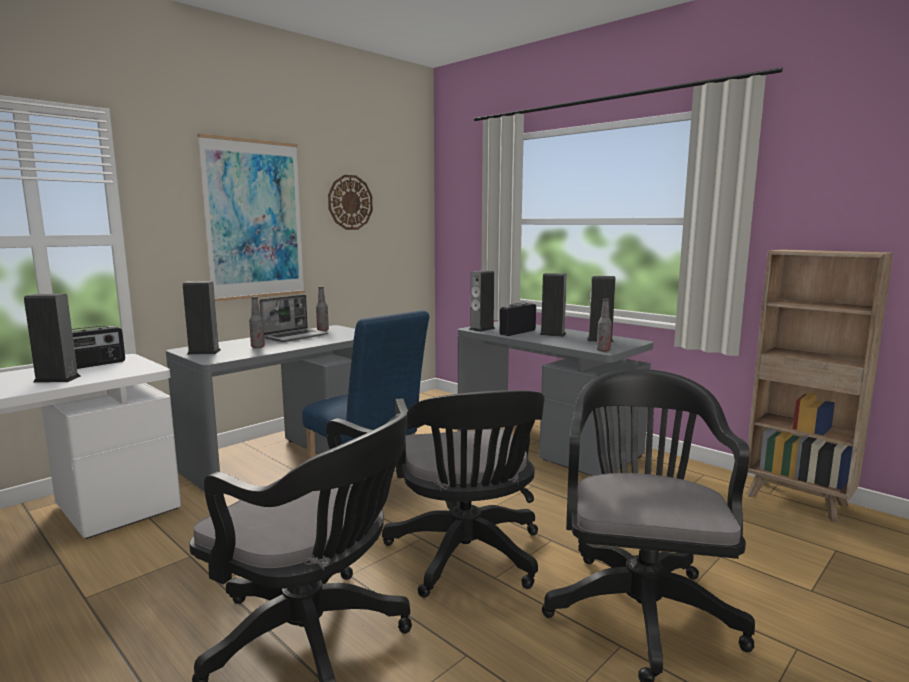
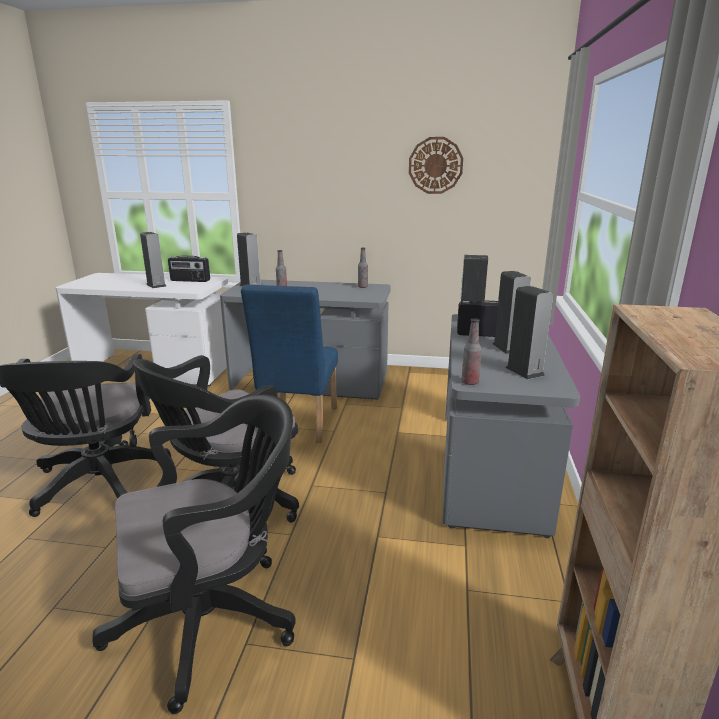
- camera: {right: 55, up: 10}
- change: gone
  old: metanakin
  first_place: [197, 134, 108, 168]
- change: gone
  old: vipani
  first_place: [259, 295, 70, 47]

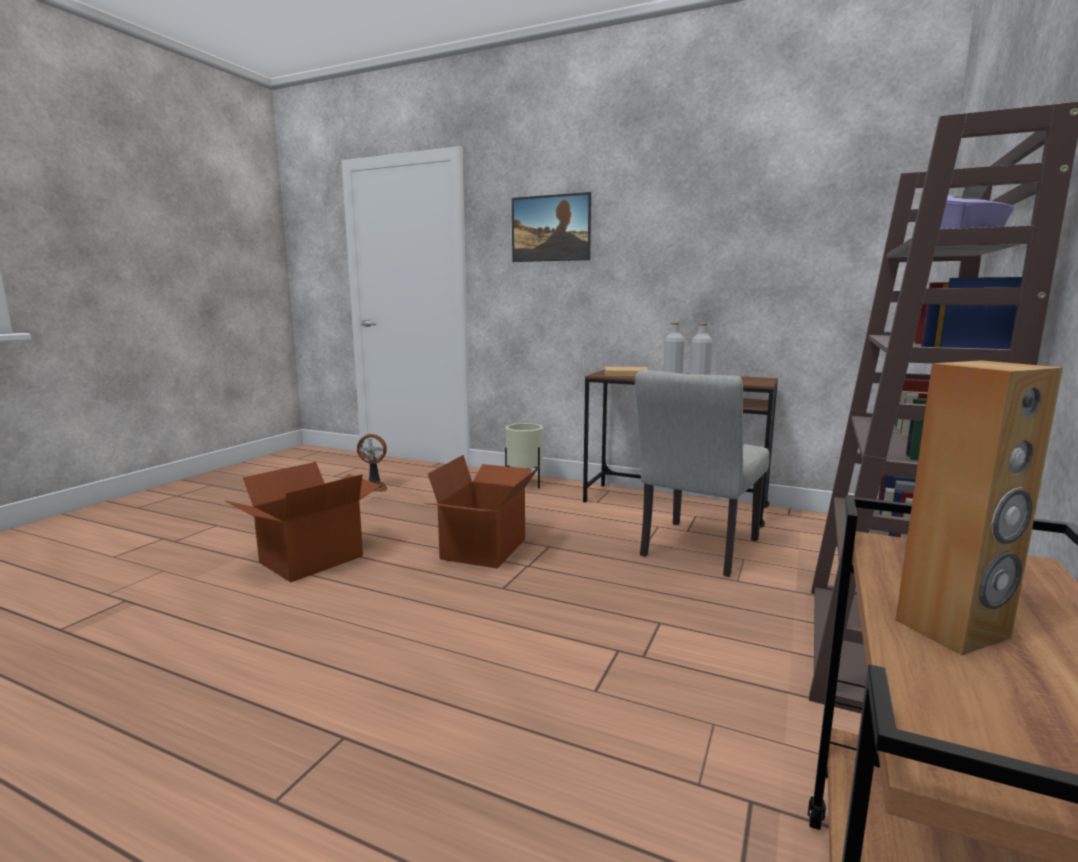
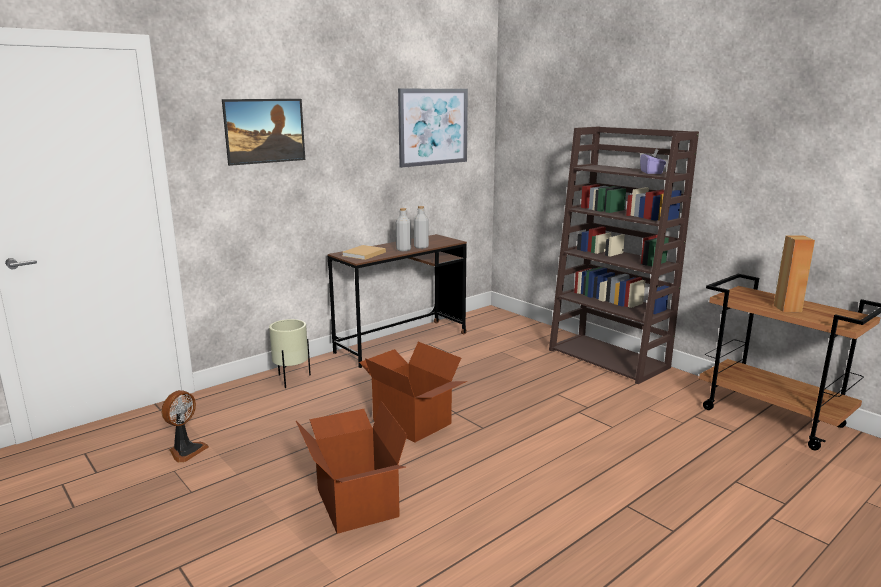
- camera: {right: -65, up: 5}
- change: gone
  old: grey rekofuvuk
  first_place: [635, 370, 134, 207]
- change: new
  new: metanakin
  second_place: [398, 89, 70, 79]

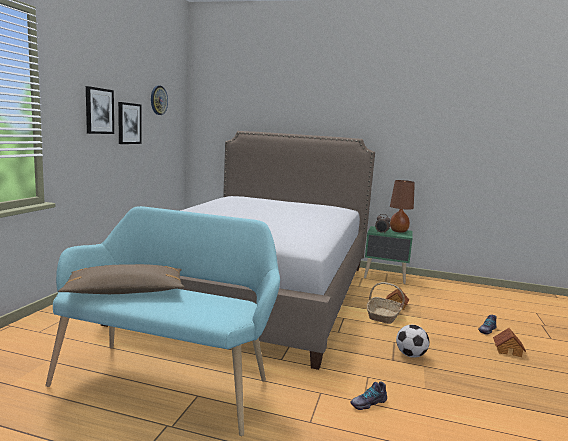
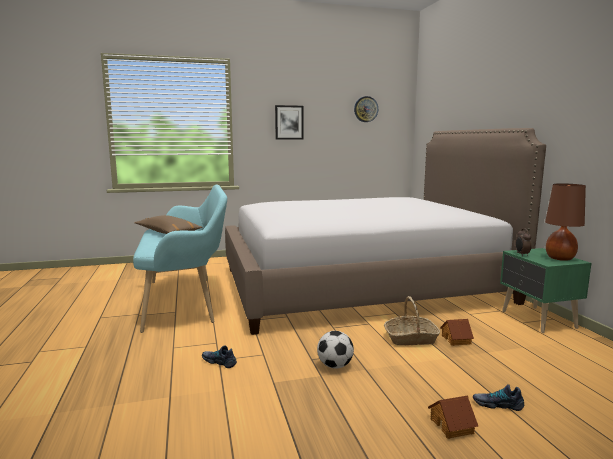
- camera: {right: 60, up: 0}
- change: gone
  old: metanakin
  first_place: [118, 102, 24, 42]

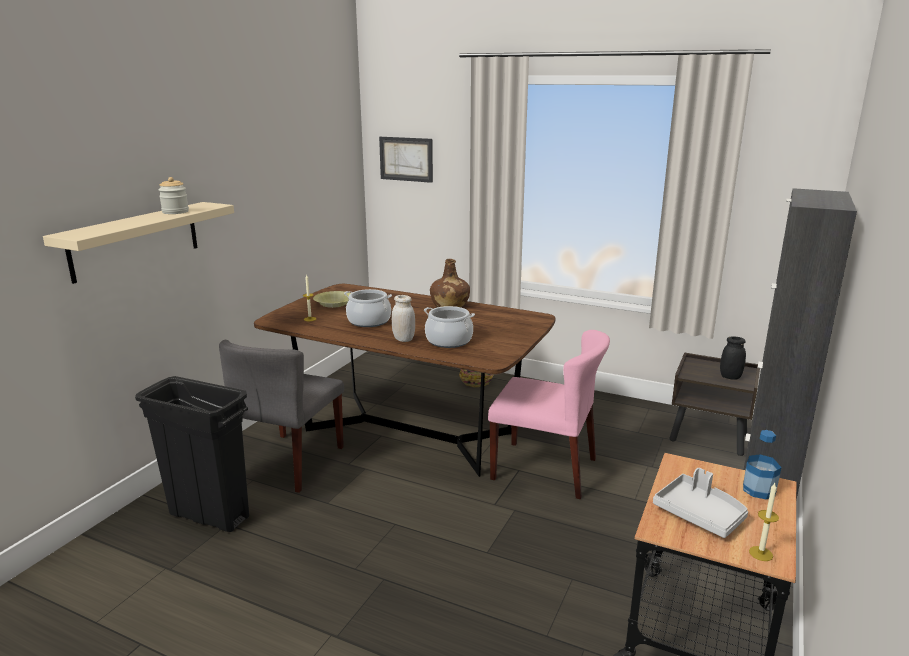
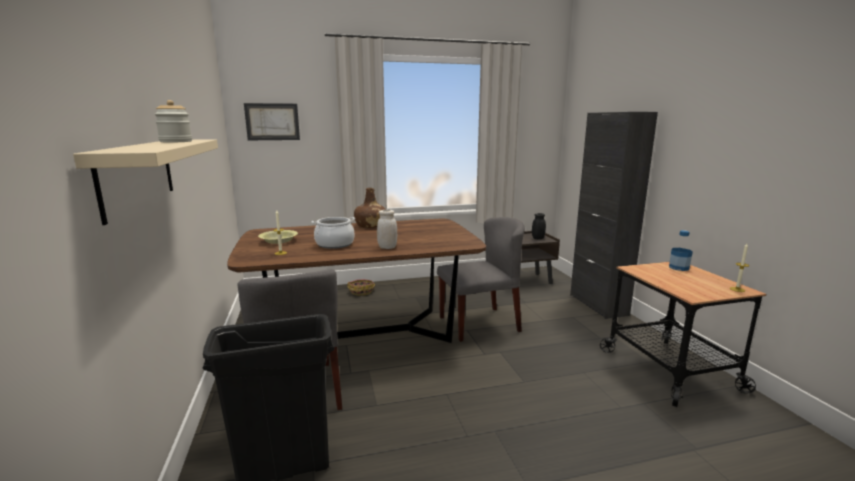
- camera: {right: -40, up: -5}
- change: gone
  old: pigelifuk
  first_place: [424, 306, 51, 42]
- change: repainted
  old: pink rekofuvuk
  new: grey rekofuvuk
  first_place: [488, 330, 122, 169]
  second_place: [437, 217, 88, 125]
- change: gone
  old: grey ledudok
  first_place: [653, 468, 95, 70]

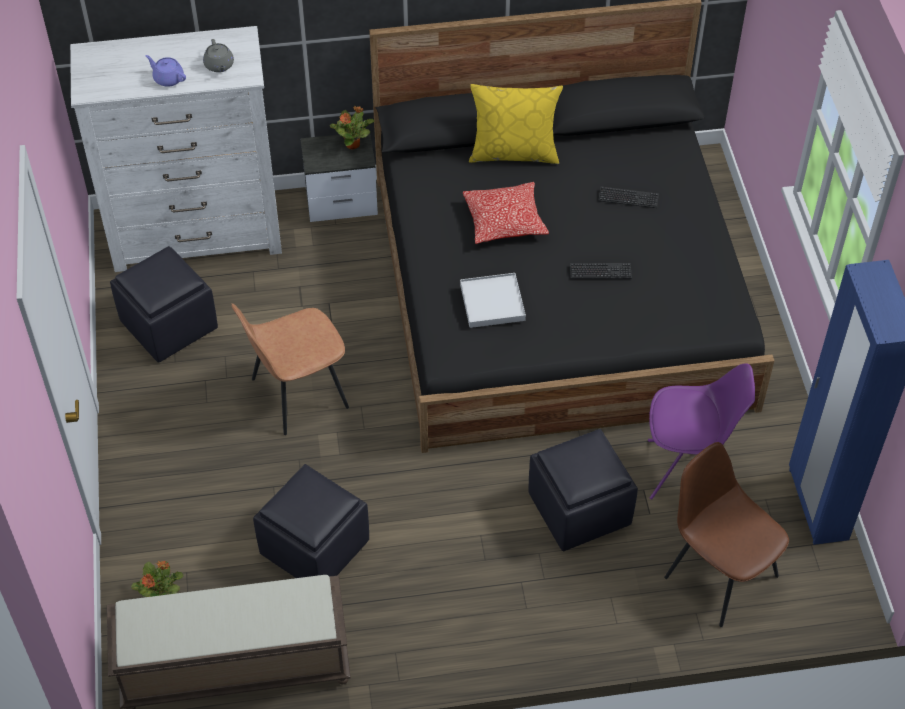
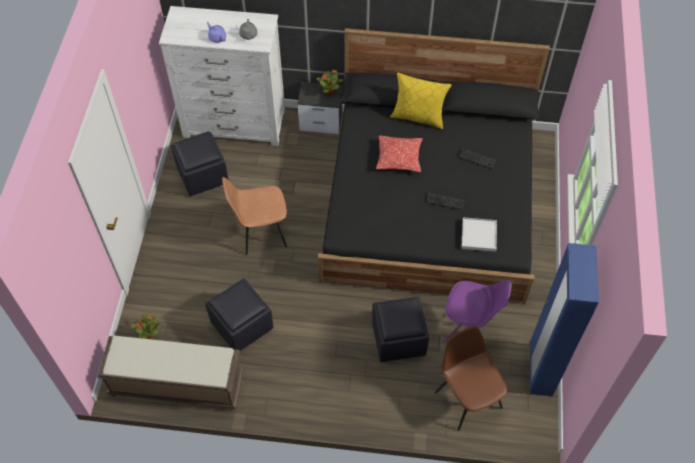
- camera: {right: 15, up: 5}
- change: shifted
  old: white ledudok
  first_place: [460, 273, 66, 55]
  second_place: [461, 217, 36, 35]

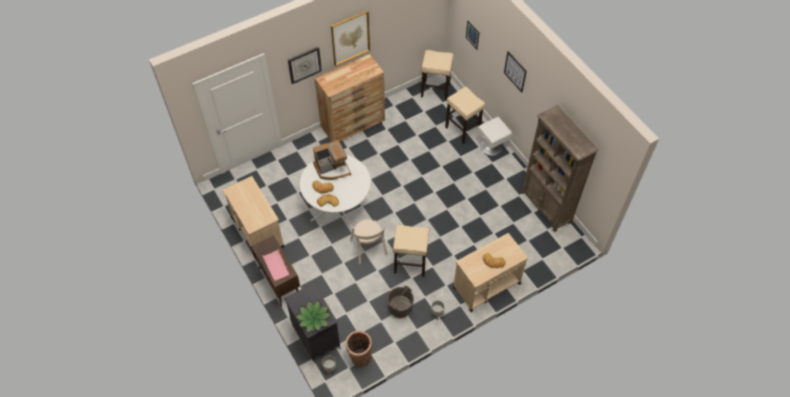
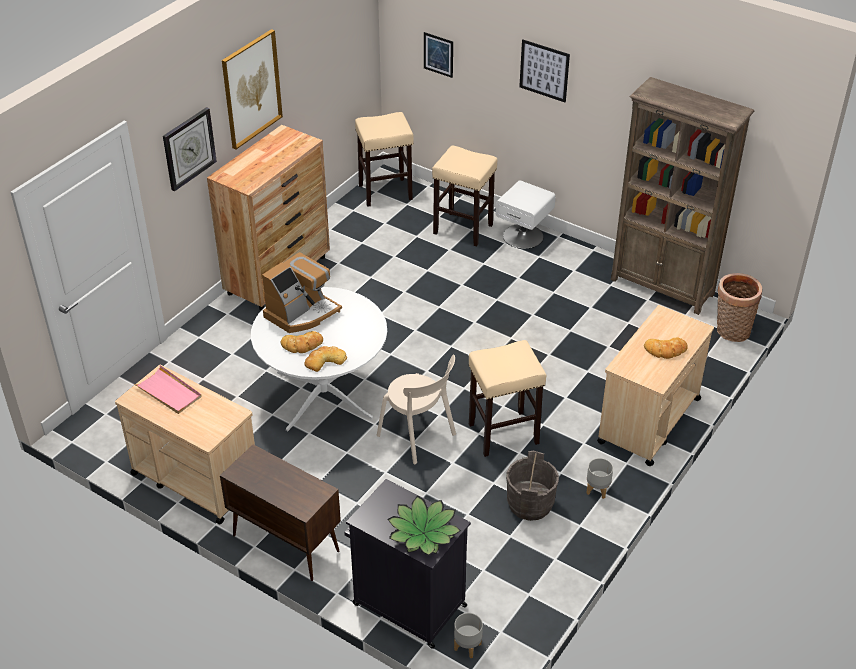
- camera: {right: -25, up: -15}
- change: shifted
  old: pink ledudok
  first_place: [262, 248, 28, 33]
  second_place: [134, 365, 68, 49]
- change: shifted
  old: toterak
  first_place: [345, 331, 27, 36]
  second_place: [717, 273, 45, 69]

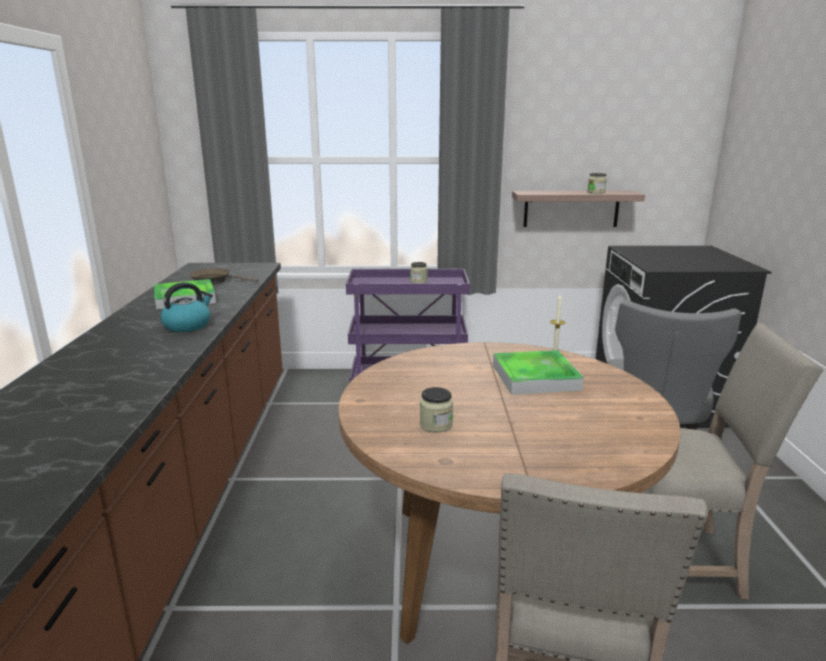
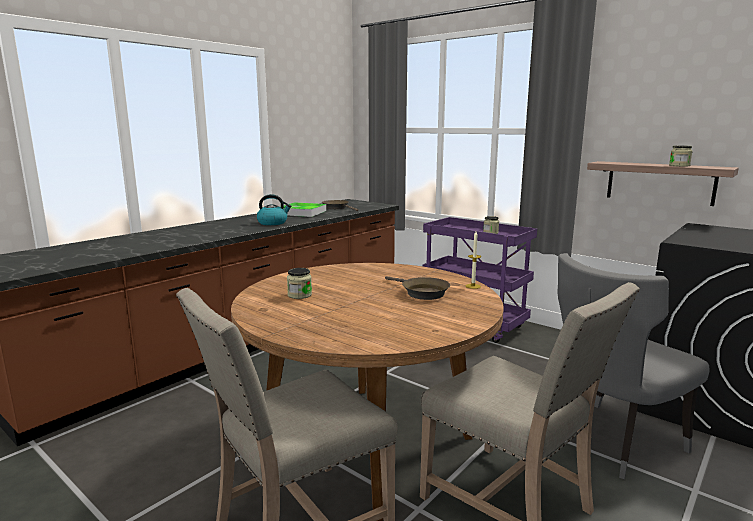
- camera: {right: 40, up: -5}
- change: swapped
  old: ledudok
  new: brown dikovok
  first_place: [493, 350, 91, 45]
  second_place: [385, 276, 65, 24]

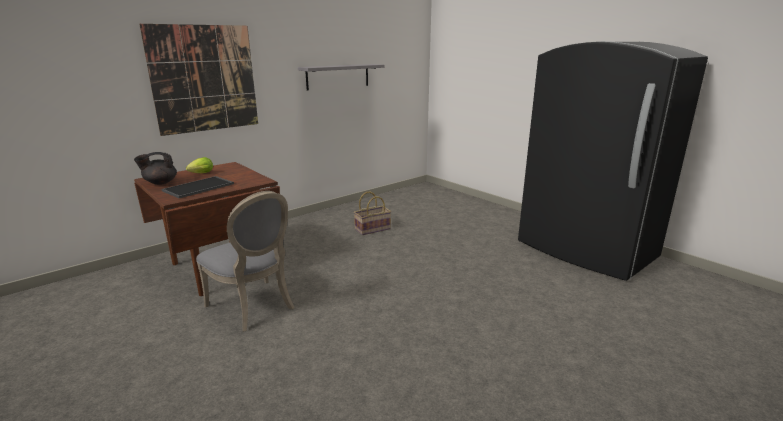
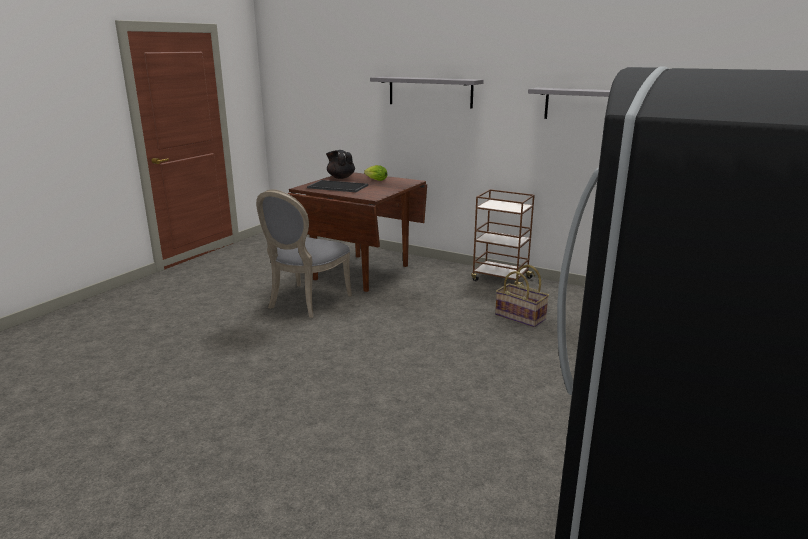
- camera: {right: 70, up: 0}
- change: swapped
  old: metanakin
  new: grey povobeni
  first_place: [139, 24, 119, 112]
  second_place: [370, 77, 114, 32]
- change: new
  new: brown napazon
  second_place: [471, 189, 64, 97]

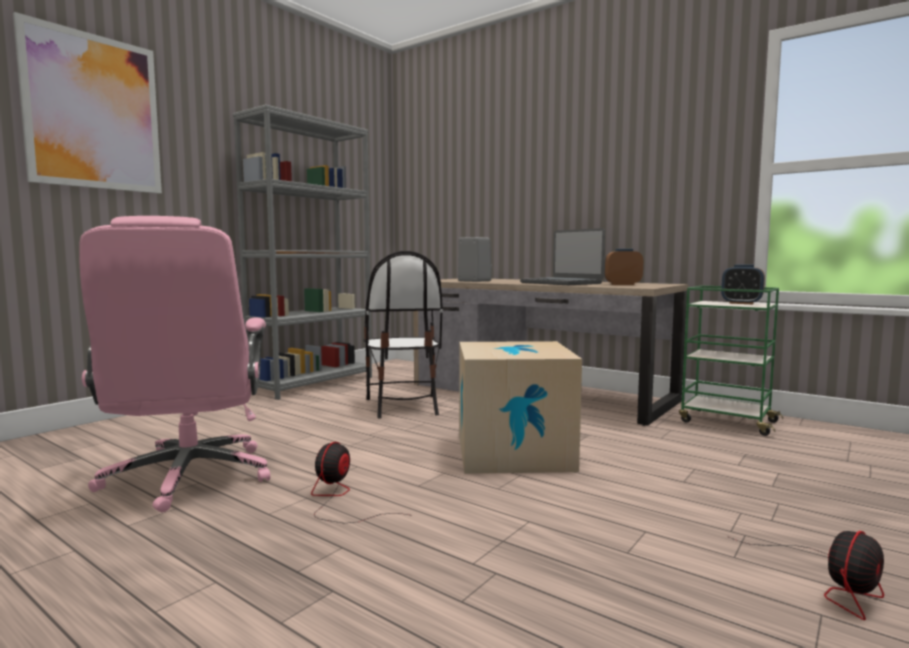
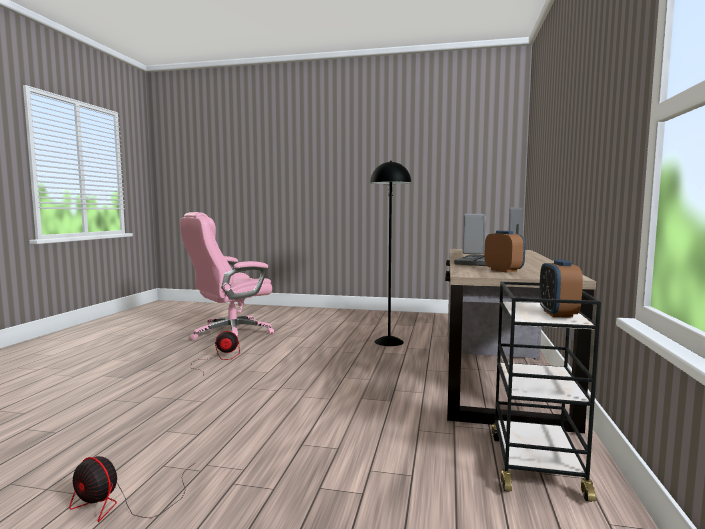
- camera: {right: 65, up: 0}
- change: gone
  old: metanakin
  first_place: [13, 12, 149, 182]
- change: gone
  old: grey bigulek
  first_place: [233, 104, 139, 296]
- change: swapped
  old: rekofuvuk
  new: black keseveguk
  first_place: [364, 251, 78, 168]
  second_place: [370, 161, 41, 185]
- change: gone
  old: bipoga
  first_place: [459, 341, 123, 133]
- change: repainted
  old: green napazon
  new: black napazon
  first_place: [679, 286, 104, 150]
  second_place: [492, 282, 109, 220]

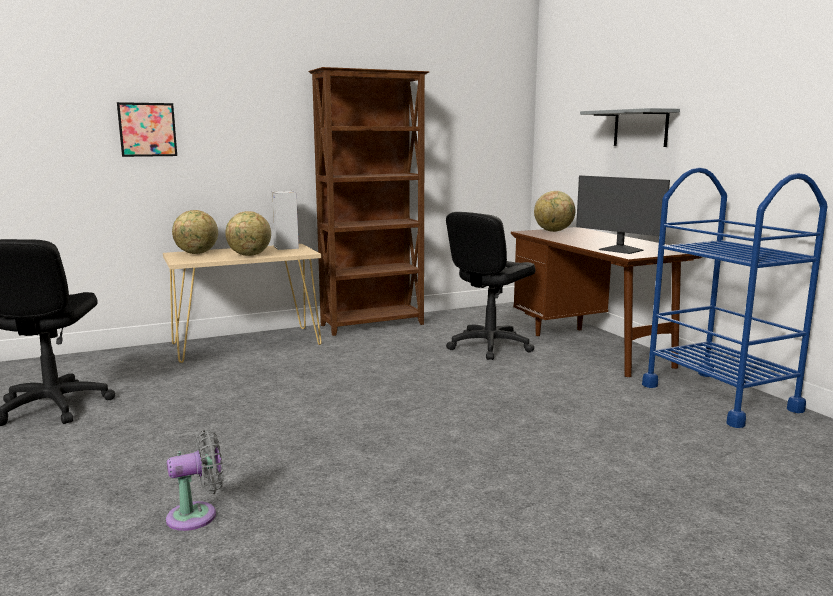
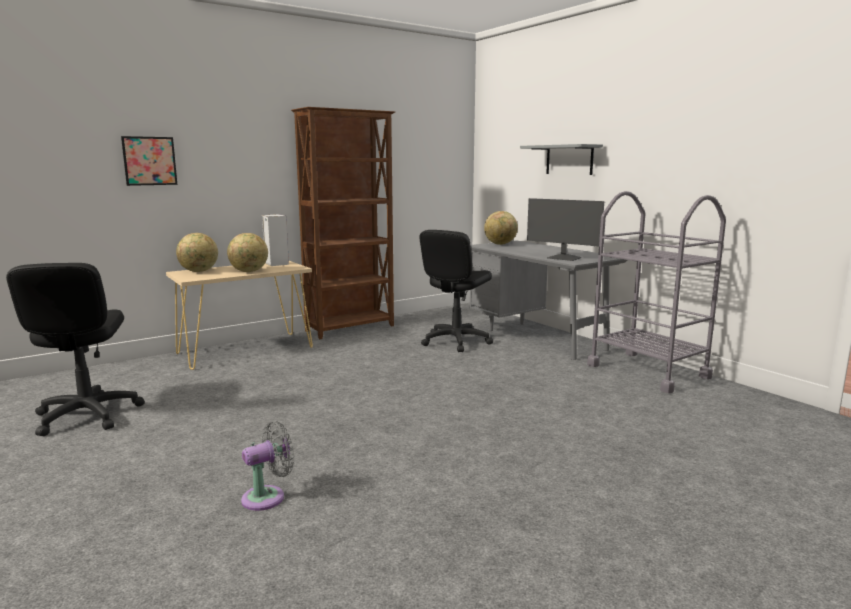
- camera: {right: -10, up: 0}
- change: repainted
  old: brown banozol
  new: grey banozol
  first_place: [511, 227, 191, 150]
  second_place: [469, 240, 159, 120]
- change: repainted
  old: blue napazon
  new: grey napazon
  first_place: [642, 167, 185, 261]
  second_place: [587, 191, 139, 202]

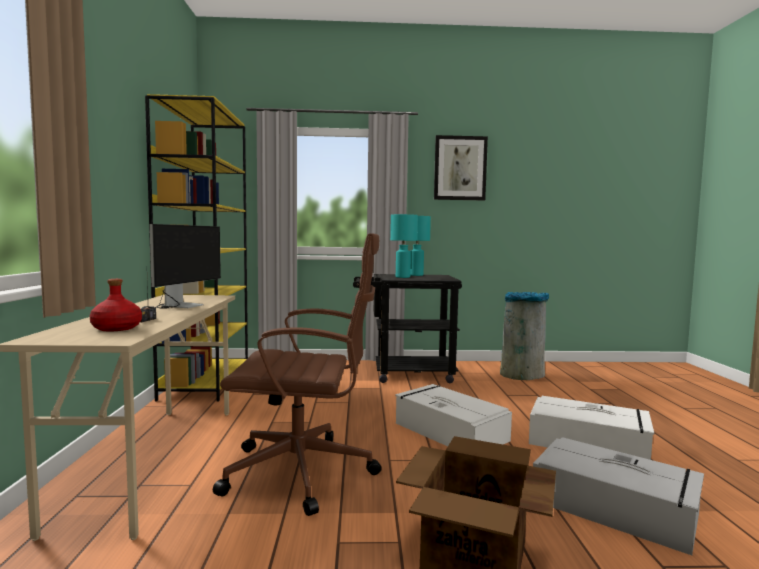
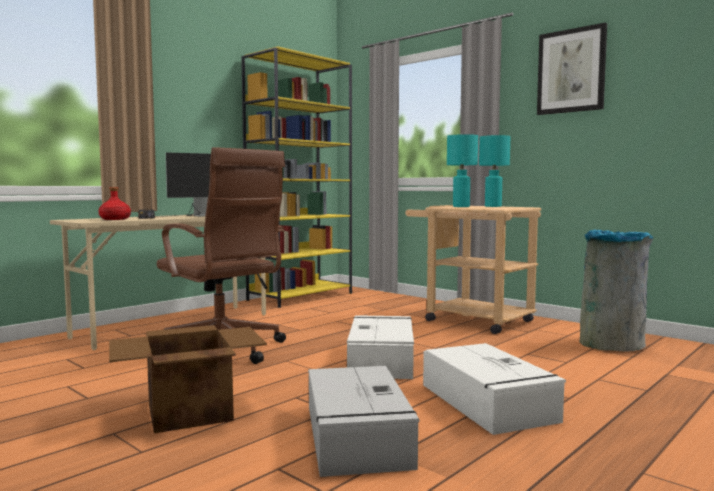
- camera: {right: 45, up: 0}
- change: repainted
  old: black napazon
  new: beige napazon
  first_place: [353, 274, 109, 109]
  second_place: [405, 205, 136, 129]

